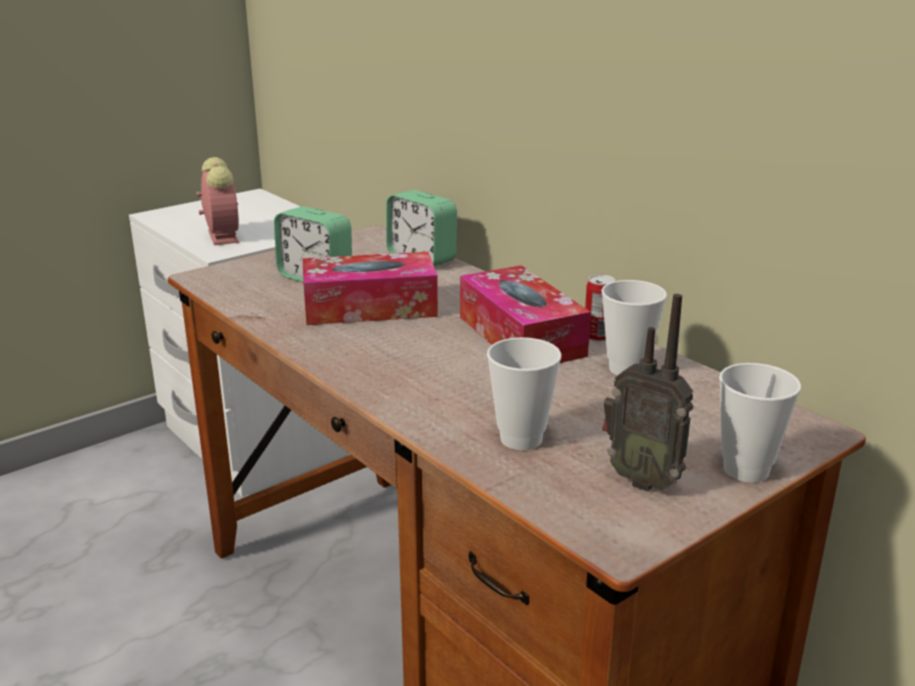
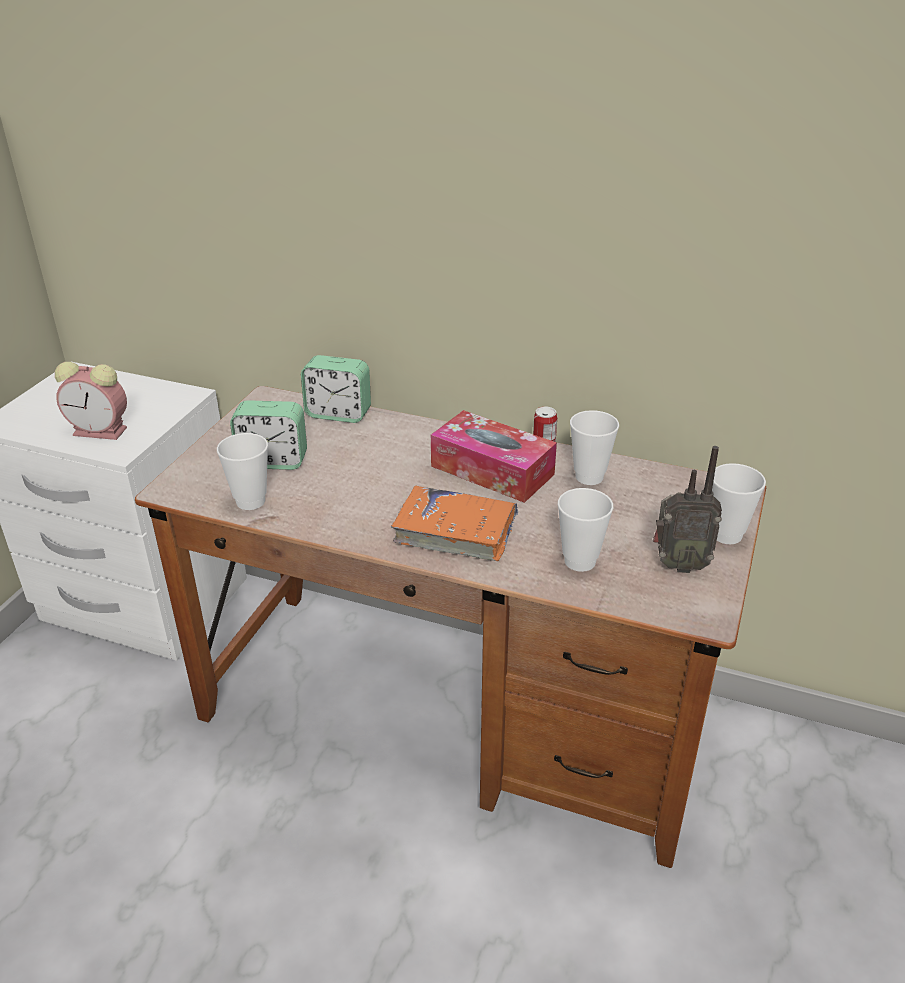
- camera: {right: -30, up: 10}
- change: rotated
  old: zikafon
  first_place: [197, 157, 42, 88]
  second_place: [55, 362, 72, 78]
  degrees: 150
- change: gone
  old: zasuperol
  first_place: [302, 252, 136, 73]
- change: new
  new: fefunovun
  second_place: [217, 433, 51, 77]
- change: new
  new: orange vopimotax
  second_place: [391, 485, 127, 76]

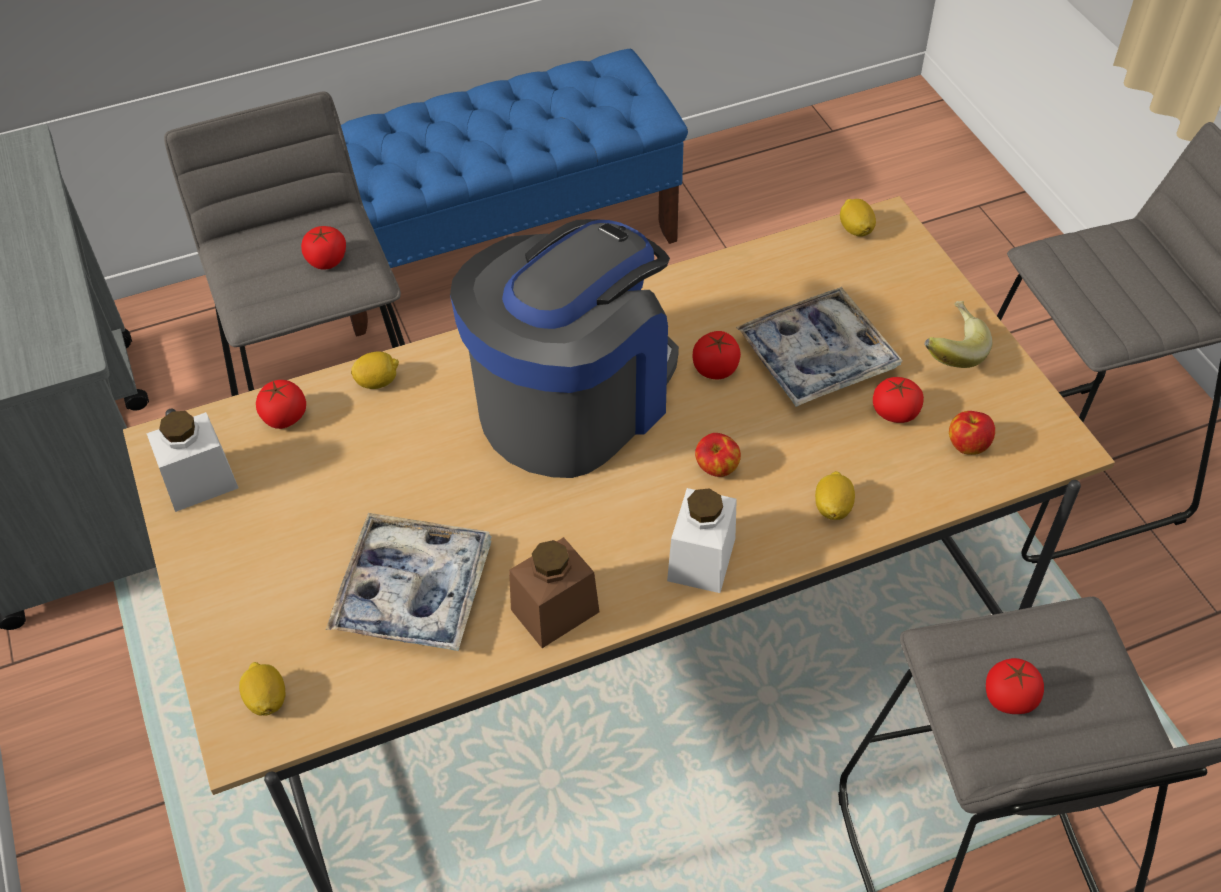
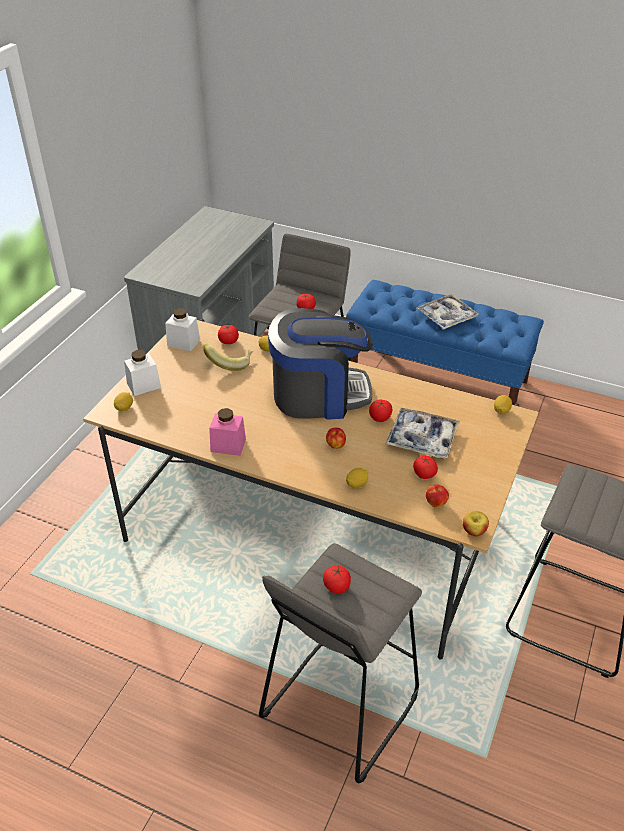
- camera: {right: 45, up: -10}
- change: shifted
  old: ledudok
  first_place: [326, 513, 166, 138]
  second_place: [417, 294, 62, 35]
- change: repainted
  old: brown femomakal
  new: pink femomakal
  first_place: [509, 537, 90, 111]
  second_place: [209, 408, 37, 48]
- change: shifted
  old: white femomakal
  first_place: [667, 488, 70, 105]
  second_place: [124, 350, 37, 46]
- change: shifted
  old: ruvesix
  first_place: [924, 301, 68, 67]
  second_place: [203, 344, 50, 27]
- change: new
  new: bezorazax
  second_place: [463, 511, 26, 25]

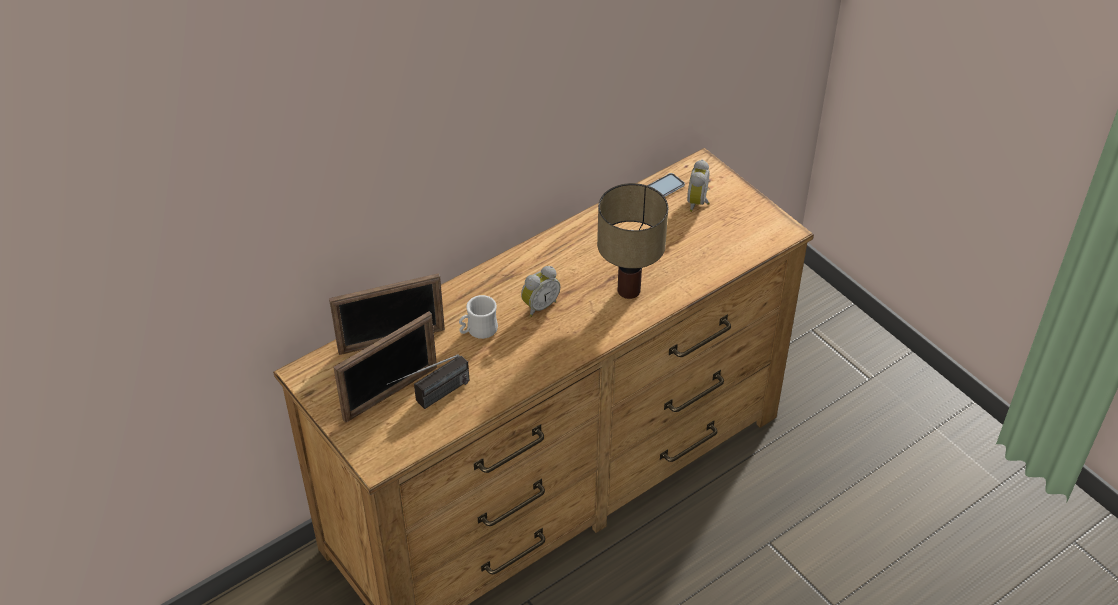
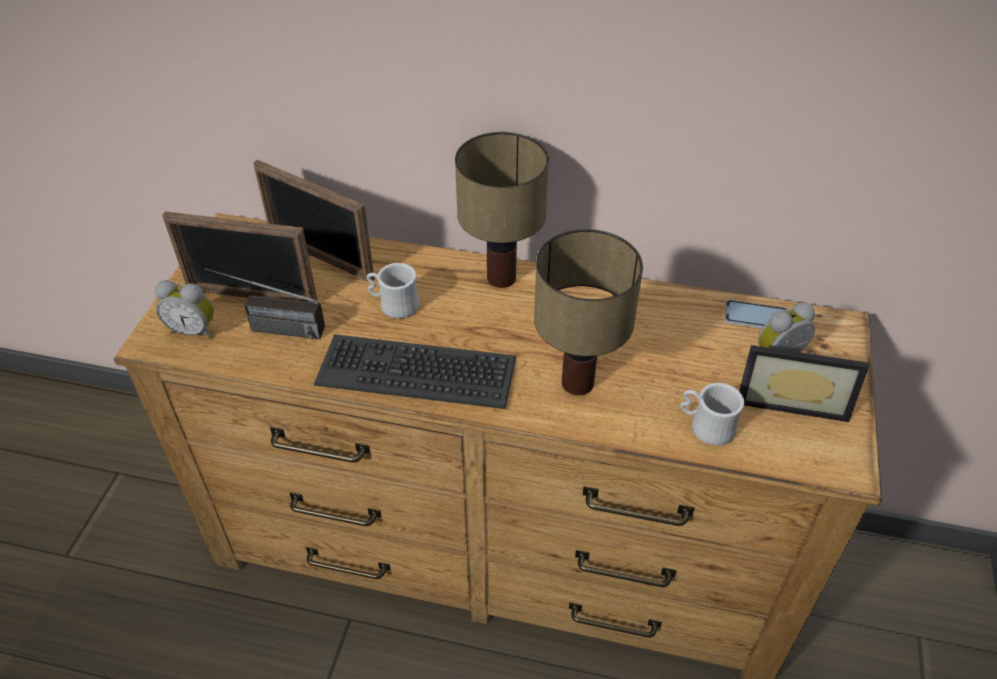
- camera: {right: 50, up: 0}
- change: shifted
  old: zikafon
  first_place: [521, 266, 39, 51]
  second_place: [155, 280, 59, 59]
- change: new
  new: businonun
  second_place: [314, 334, 202, 75]
- change: new
  new: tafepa
  second_place: [455, 132, 94, 156]
- change: new
  new: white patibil
  second_place: [680, 383, 64, 62]
- change: new
  new: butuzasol
  second_place: [739, 345, 130, 77]

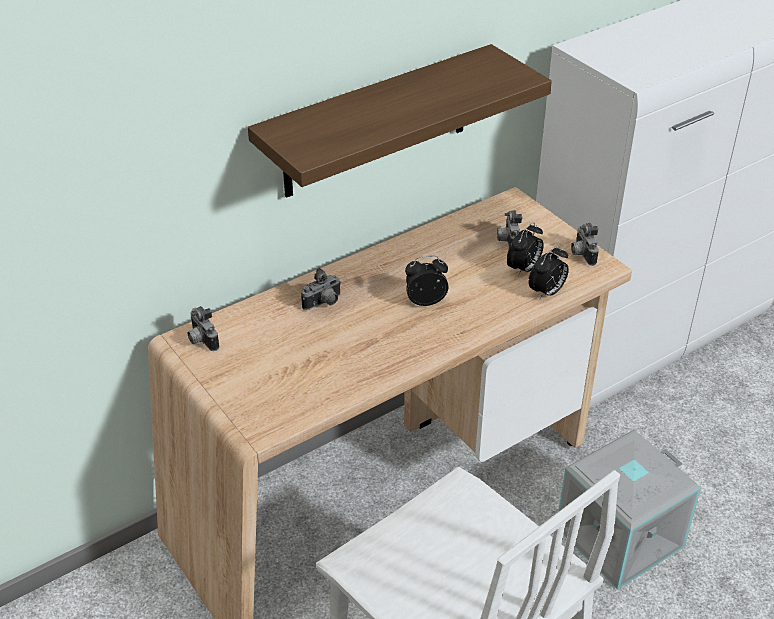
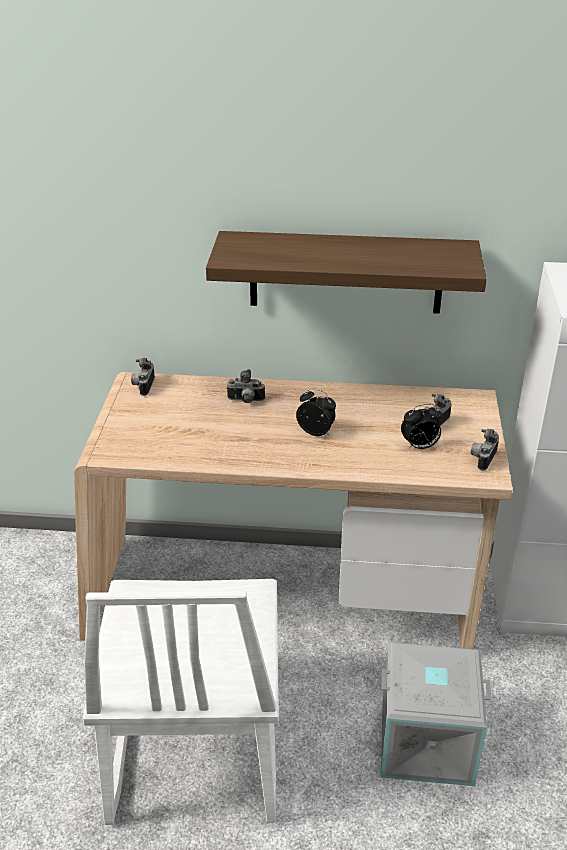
- camera: {right: 40, up: -5}
- change: gone
  old: zikafon
  first_place: [529, 245, 40, 54]

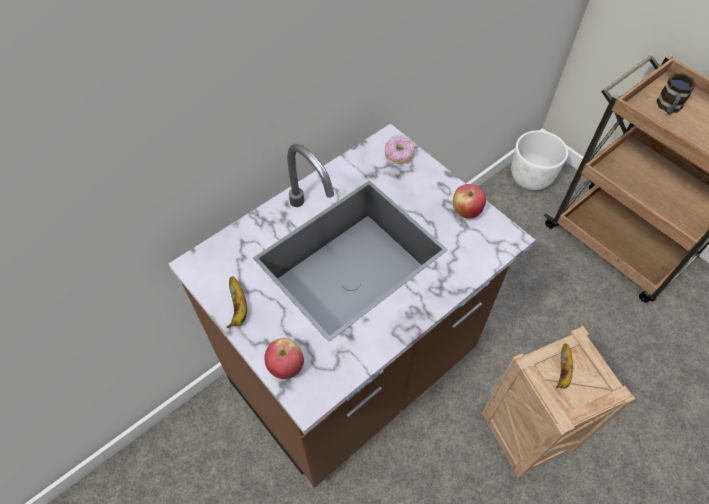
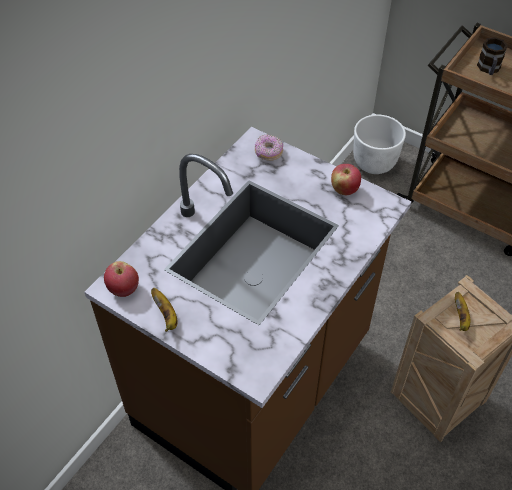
- camera: {right: -15, up: -5}
- change: shifted
  old: bezorazax
  first_place: [264, 338, 40, 41]
  second_place: [104, 261, 35, 36]

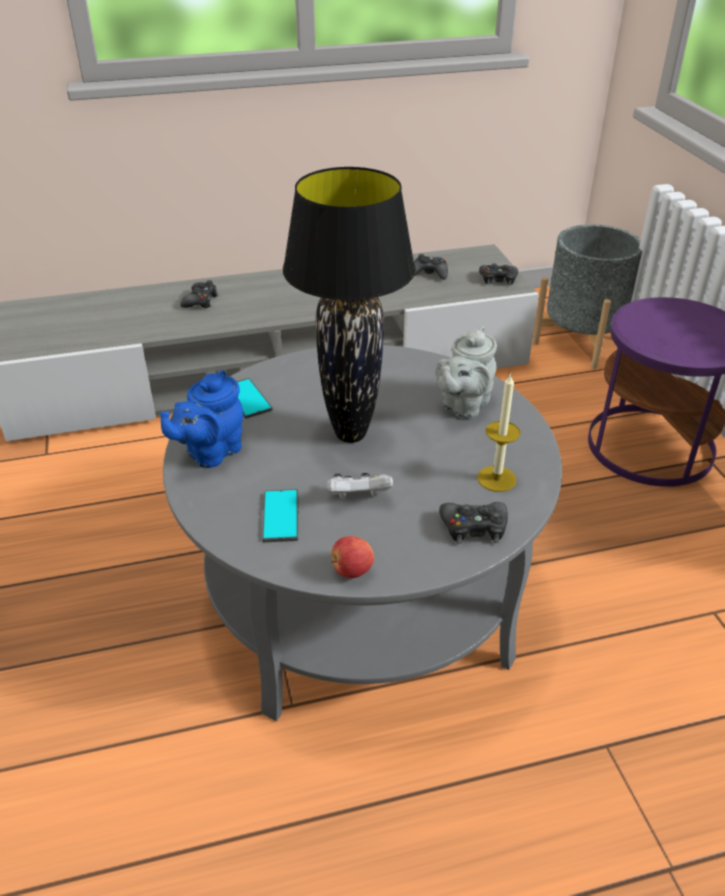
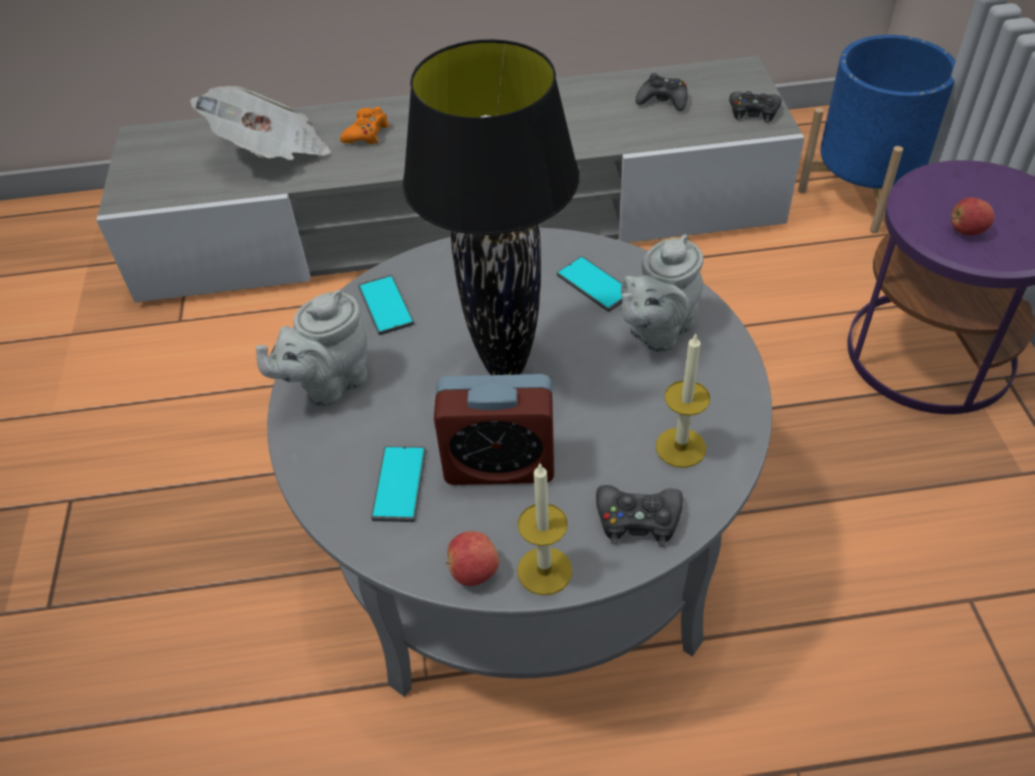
- camera: {right: 10, up: 10}
- change: repainted
  old: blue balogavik
  new: grey balogavik
  first_place: [160, 370, 83, 98]
  second_place: [256, 290, 111, 116]
- change: repainted
  old: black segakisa
  new: orange segakisa
  first_place: [180, 280, 39, 28]
  second_place: [340, 107, 49, 37]
- change: swapped
  old: white segakisa
  new: zikafon
  first_place: [326, 473, 67, 26]
  second_place: [434, 374, 120, 111]
- change: repainted
  old: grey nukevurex
  new: blue nukevurex
  first_place: [532, 224, 110, 145]
  second_place: [798, 35, 158, 198]
- change: new
  new: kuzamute
  second_place: [190, 86, 141, 74]
- change: new
  new: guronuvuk
  second_place: [517, 463, 55, 132]
- change: new
  new: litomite
  second_place: [557, 256, 65, 56]
- change: new
  new: bezorazax
  second_place: [951, 197, 43, 39]

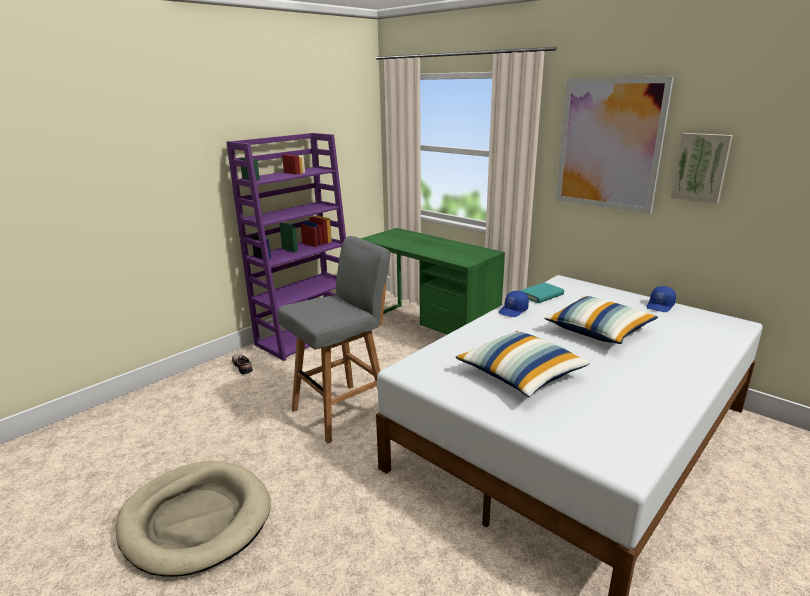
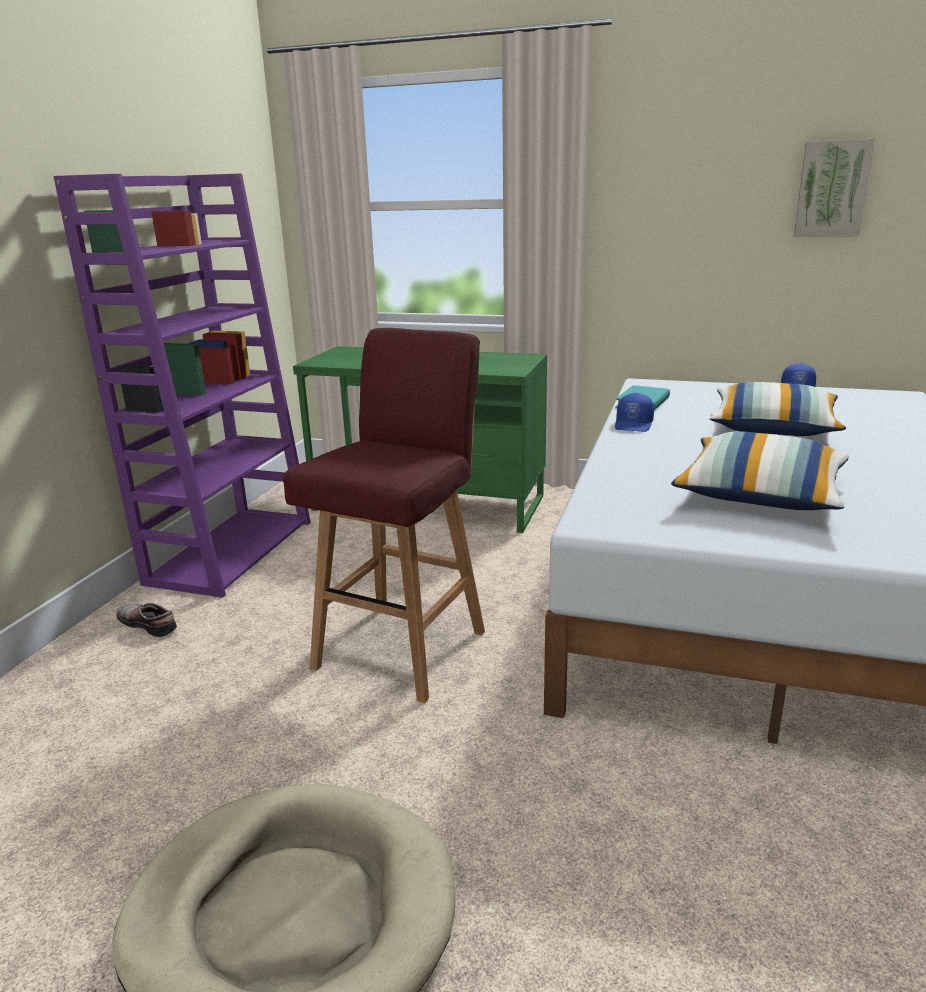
- camera: {right: -25, up: 0}
- change: repainted
  old: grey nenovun
  new: red nenovun
  first_place: [277, 236, 114, 208]
  second_place: [283, 328, 202, 375]
- change: gone
  old: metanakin
  first_place: [556, 77, 118, 137]

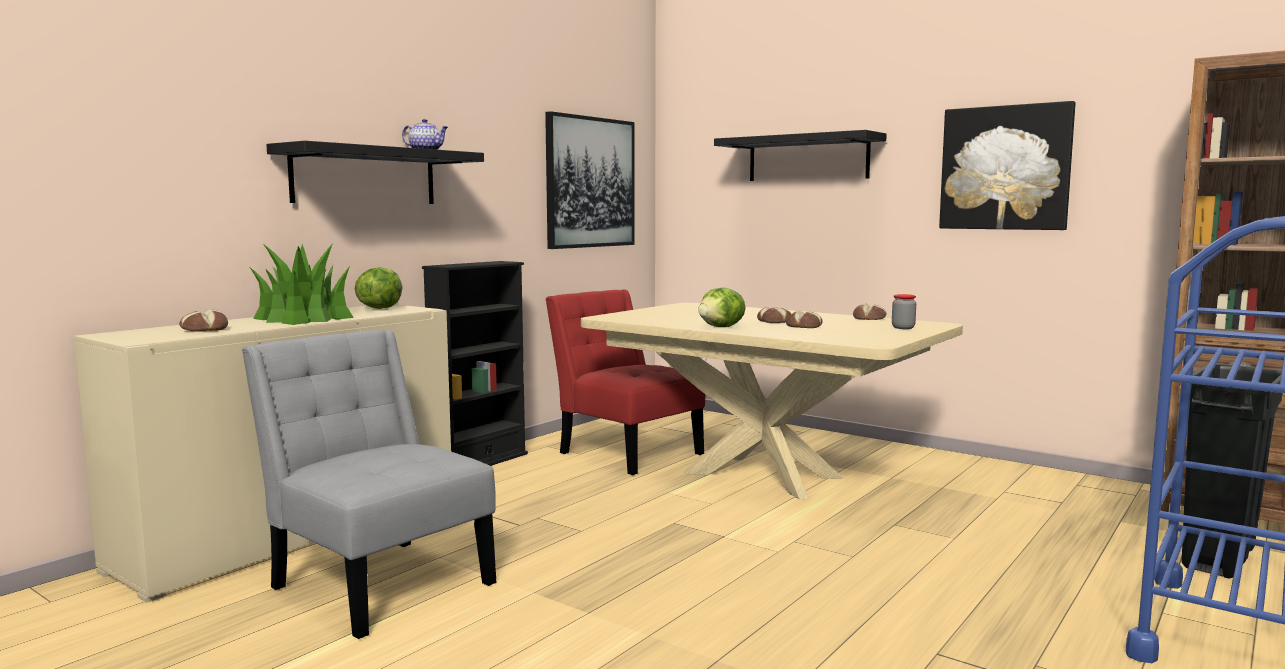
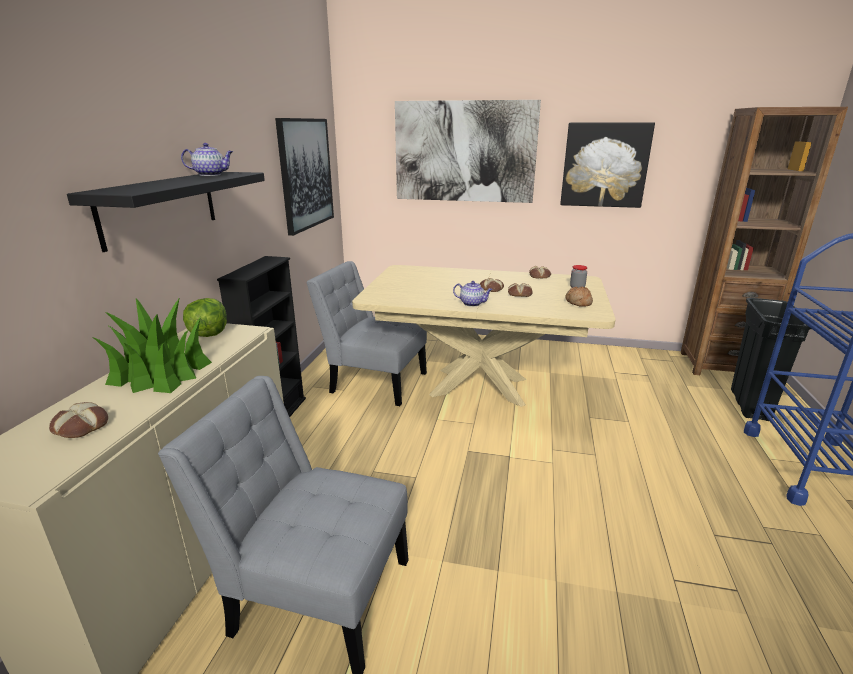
- camera: {right: -25, up: 15}
- change: repainted
  old: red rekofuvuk
  new: grey rekofuvuk
  first_place: [546, 290, 160, 185]
  second_place: [306, 261, 121, 145]
- change: swapped
  old: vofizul
  new: balogavik
  first_place: [698, 288, 47, 39]
  second_place: [453, 281, 40, 26]
- change: swapped
  old: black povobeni
  new: metanakin
  first_place: [714, 130, 173, 51]
  second_place: [395, 100, 146, 103]
- change: new
  new: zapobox
  second_place: [565, 287, 28, 20]

